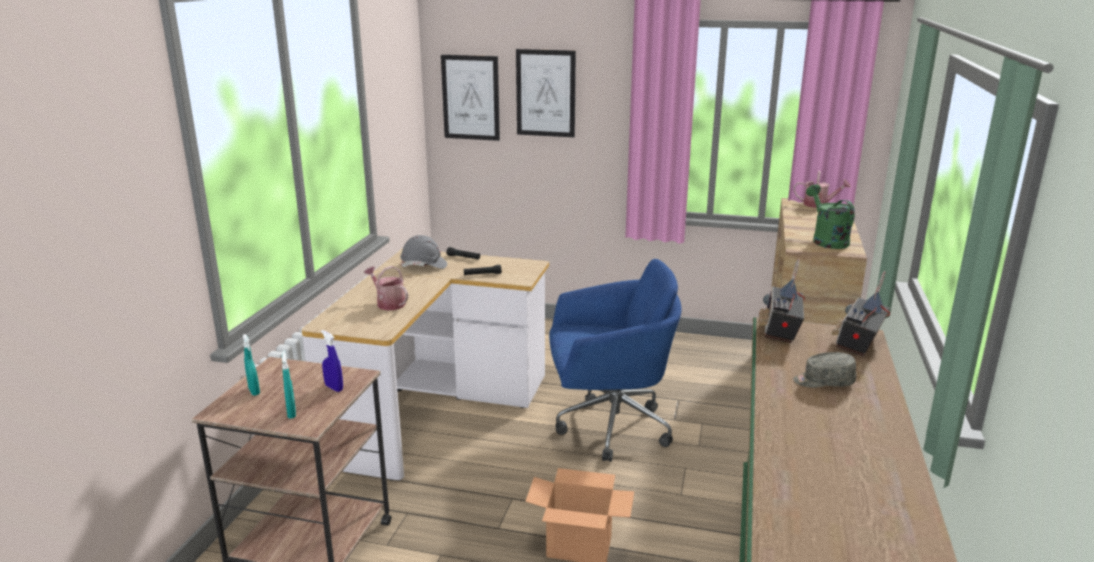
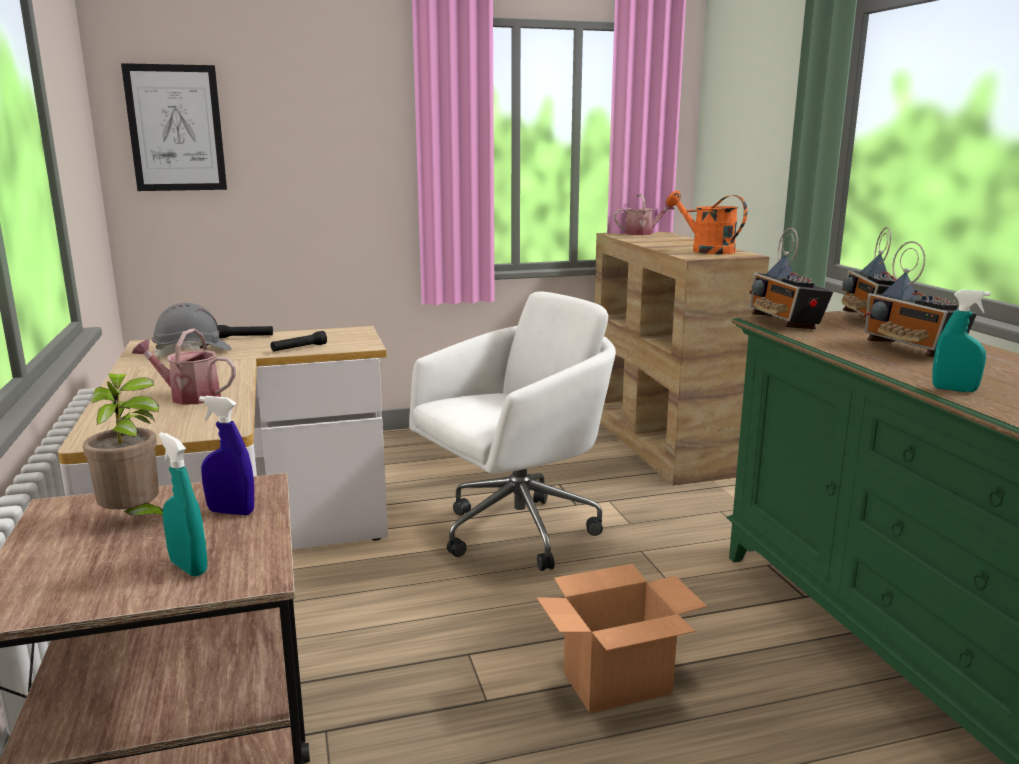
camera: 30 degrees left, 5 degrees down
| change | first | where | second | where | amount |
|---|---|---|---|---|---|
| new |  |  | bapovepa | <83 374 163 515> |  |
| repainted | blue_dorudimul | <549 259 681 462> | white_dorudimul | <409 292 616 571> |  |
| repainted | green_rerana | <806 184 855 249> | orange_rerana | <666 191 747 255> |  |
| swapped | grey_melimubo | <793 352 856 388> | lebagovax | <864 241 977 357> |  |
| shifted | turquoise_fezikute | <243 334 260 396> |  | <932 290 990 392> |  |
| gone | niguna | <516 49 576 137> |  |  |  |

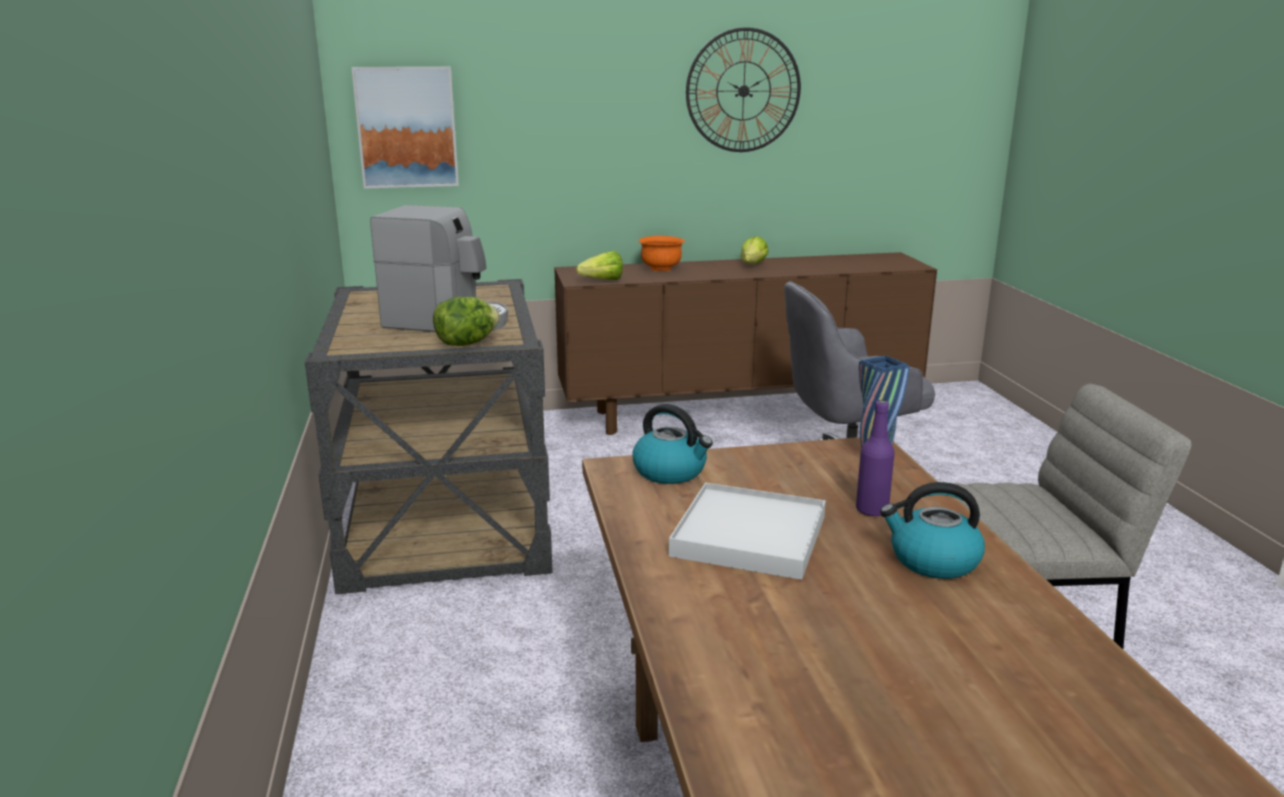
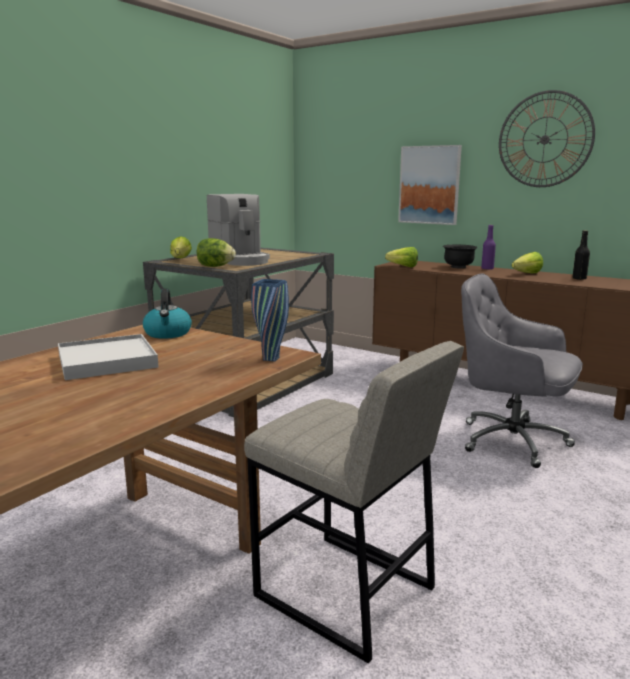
camera: 45 degrees right, 5 degrees down
| change | first | where | second | where | amount |
|---|---|---|---|---|---|
| new |  |  | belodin | <170 236 192 258> |  |
| shifted | niguna | <351 67 459 189> |  | <398 145 462 225> |  |
| repainted | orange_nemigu | <638 236 685 271> | black_nemigu | <443 245 478 269> |  |
| shifted | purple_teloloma | <856 400 895 517> |  | <481 225 496 270> |  |
| new |  |  | black_teloloma | <572 230 590 280> |  |
| gone | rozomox | <880 482 985 579> |  |  |  |

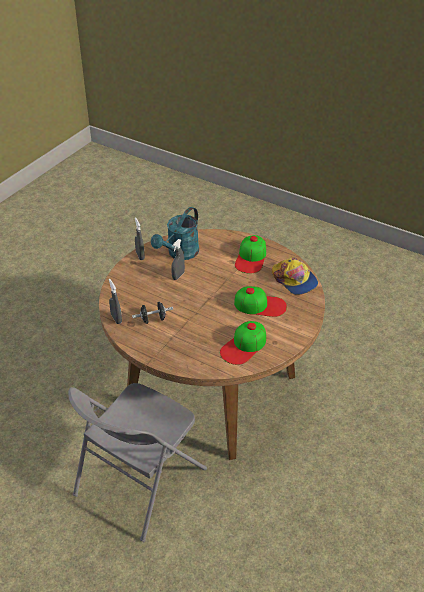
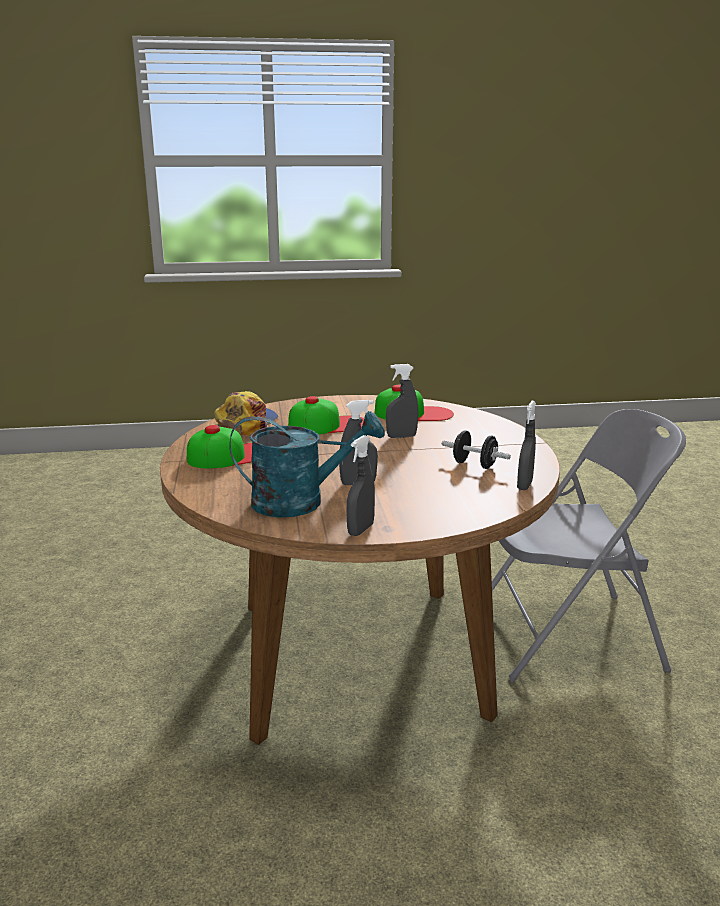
camera: 130 degrees left, 20 degrees down
| change | first | where | second | where | amount |
|---|---|---|---|---|---|
| rotated | melimubo | <234 286 287 317> |  | <288 396 364 434> | 105 degrees clockwise |
| new |  |  | grey_fezikute | <386 364 418 438> |  |

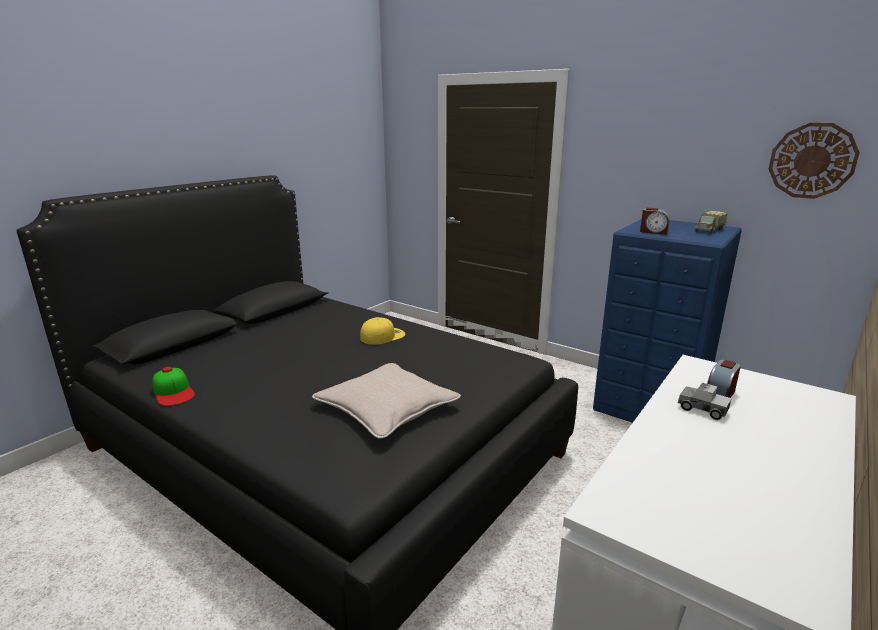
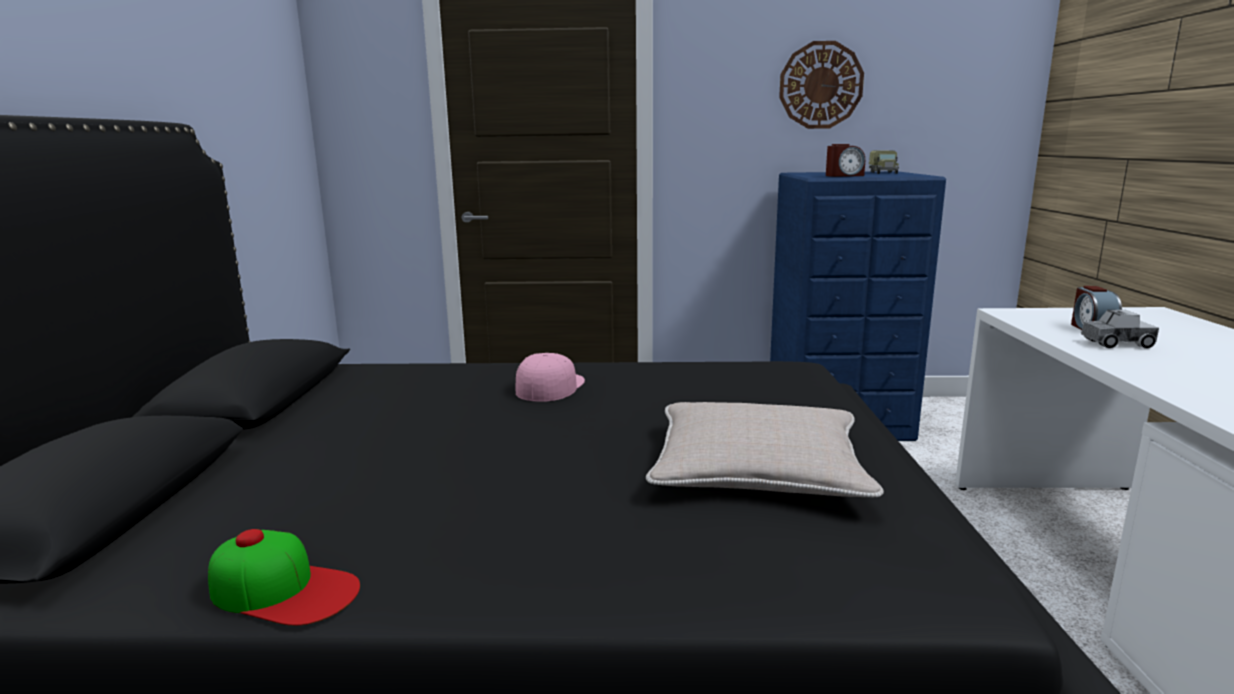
camera: 35 degrees left, 5 degrees down
| change | first | where | second | where | amount |
|---|---|---|---|---|---|
| repainted | yellow_melimubo | <360 317 405 345> | pink_melimubo | <515 353 585 402> |  |
| shifted | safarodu | <769 123 860 199> |  | <779 41 864 129> |  |

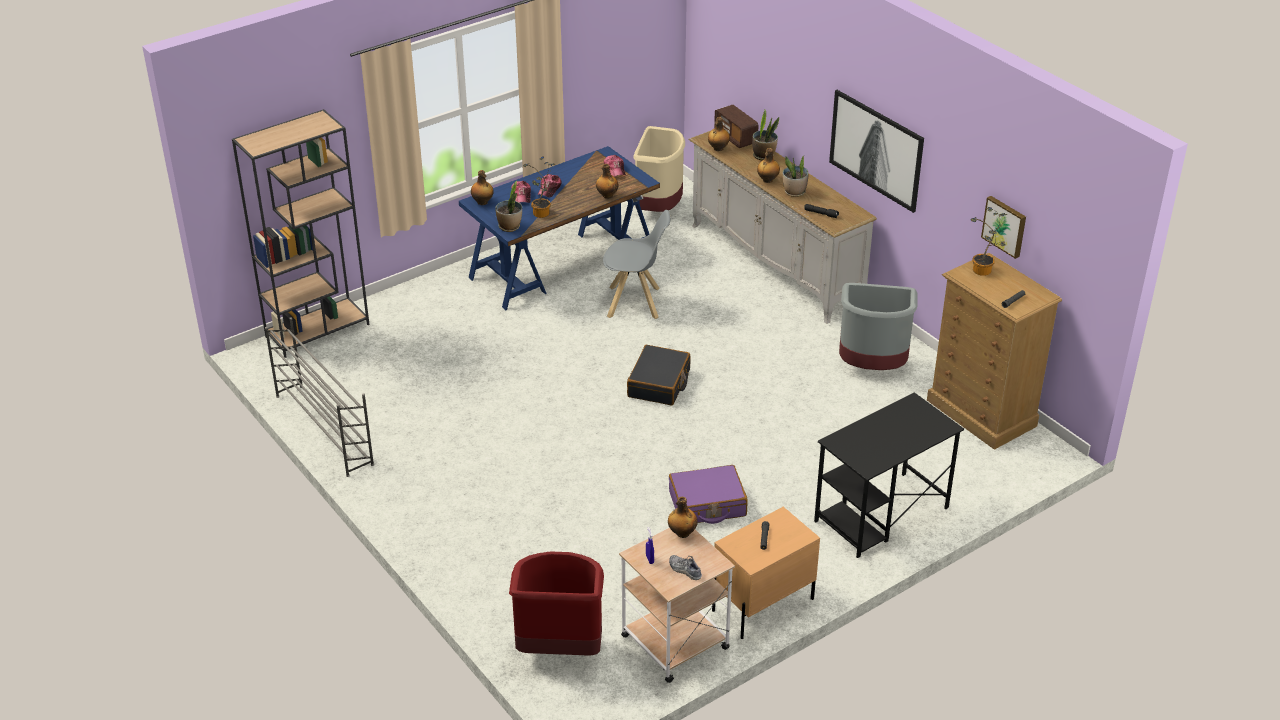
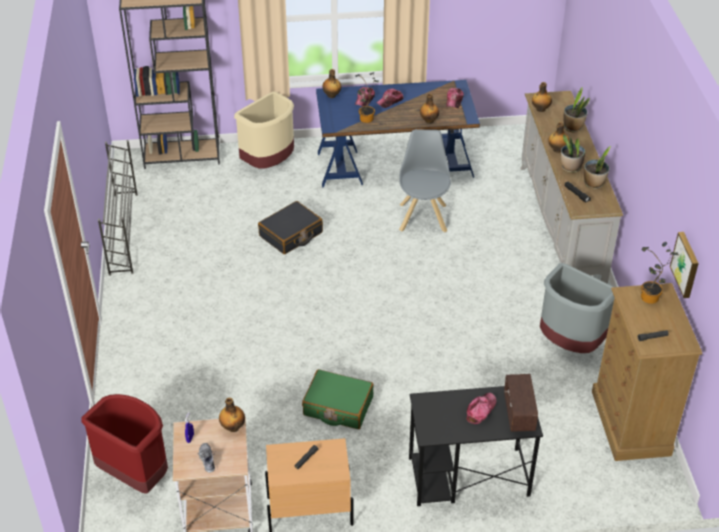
camera: 30 degrees right, 5 degrees up
| change | first | where | second | where | amount |
|---|---|---|---|---|---|
| shifted | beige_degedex | <633 126 685 212> |  | <234 92 294 169> |  |
| shifted | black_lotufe | <627 345 691 406> |  | <258 201 323 254> |  |
| repainted | purple_lotufe | <669 465 748 524> | green_lotufe | <302 369 374 429> |  |
| rotated | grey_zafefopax | <603 210 670 319> |  | <399 129 451 232> | 120 degrees counterclockwise |
| new |  |  | melimubo | <466 393 496 424> |  |
| shifted | lebagovax | <714 105 758 148> |  | <504 374 538 432> |  |
| shifted | bapovepa | <495 181 522 232> |  | <584 146 611 189> |  |
| gone | niguna | <829 90 924 213> |  |  |  |

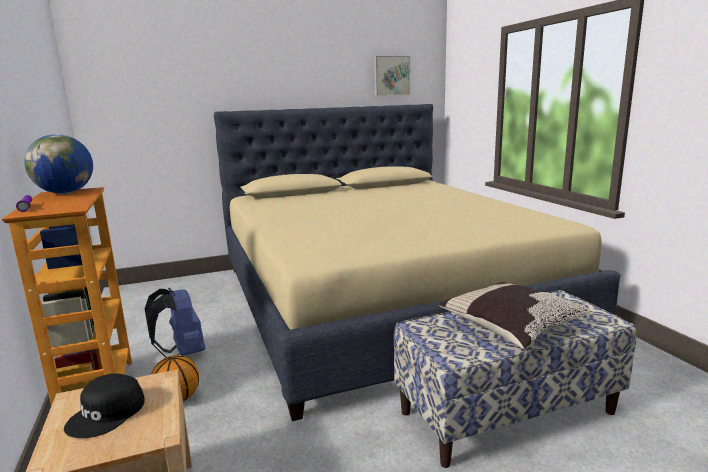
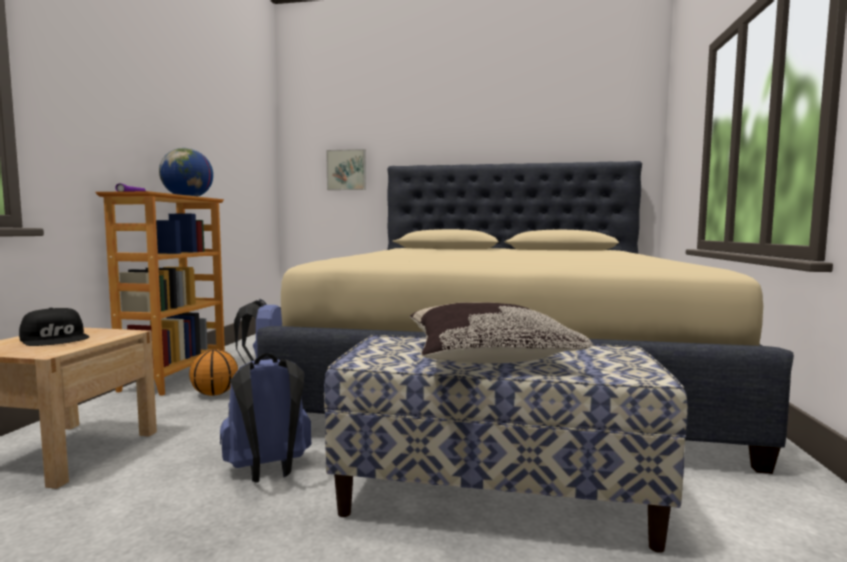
camera: 30 degrees right, 10 degrees down
| change | first | where | second | where | amount |
|---|---|---|---|---|---|
| rotated | black_melimubo | <64 373 145 438> |  | <19 308 89 346> | 105 degrees counterclockwise |
| new |  |  | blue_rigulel | <220 353 311 483> |  |
| shifted | niguna | <374 56 410 96> |  | <326 149 366 190> |  |

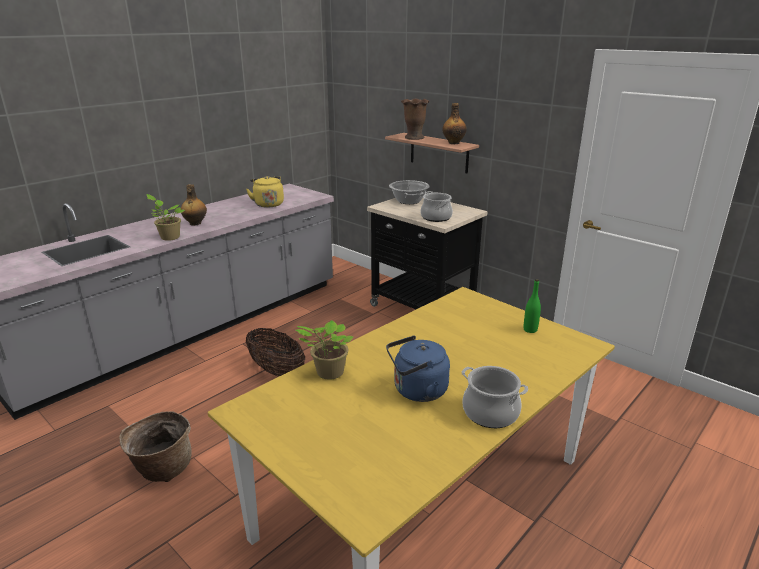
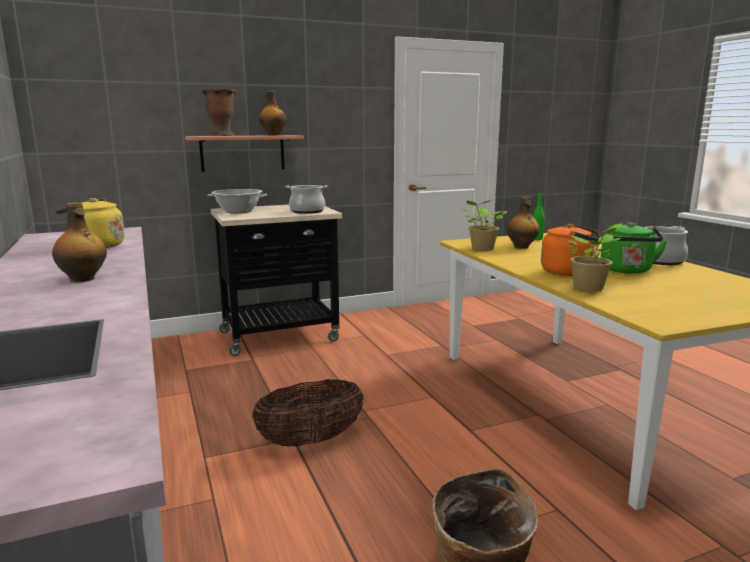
camera: 65 degrees left, 10 degrees down
| change | first | where | second | where | amount |
|---|---|---|---|---|---|
| shifted | bapovepa | <147 194 185 241> |  | <462 200 507 251> |  |
| new |  |  | teloloma | <507 197 540 249> |  |
| new |  |  | orange_rozomox | <541 224 600 276> |  |
| repainted | blue_rozomox | <386 335 450 402> | green_rozomox | <601 222 667 274> |  |

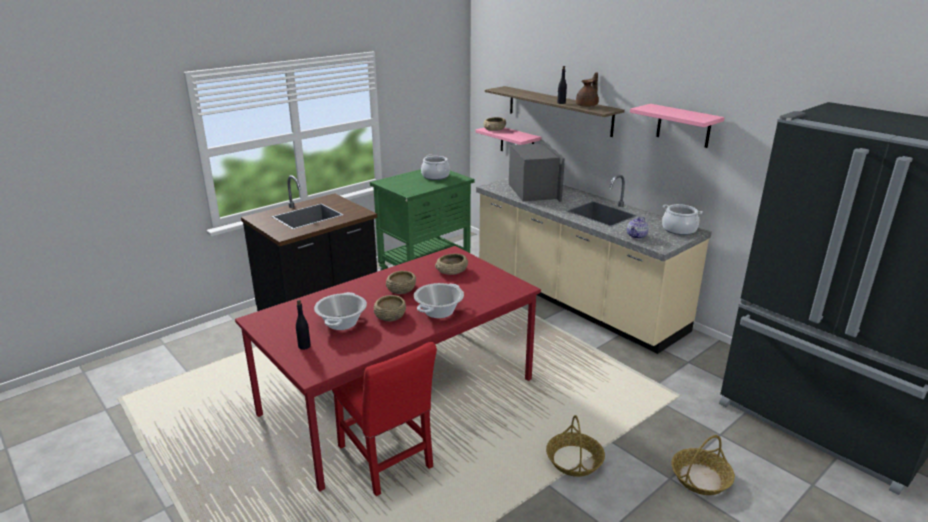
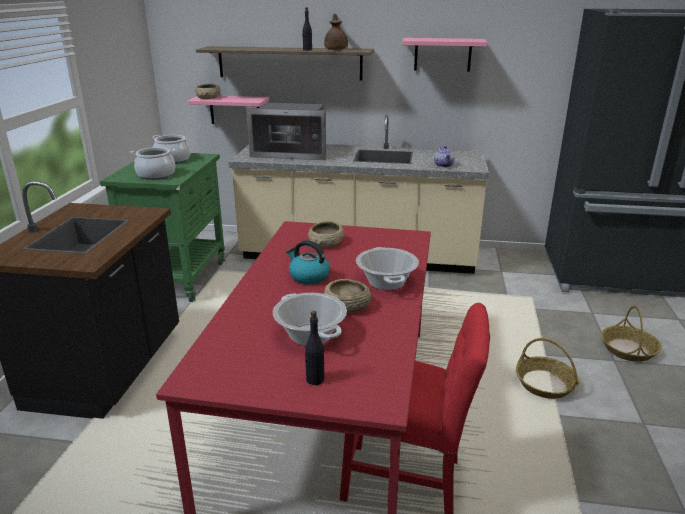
camera: 40 degrees left, 0 degrees up
| change | first | where | second | where | amount |
|---|---|---|---|---|---|
| shifted | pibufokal | <662 204 703 235> |  | <130 147 175 180> |  |
| rotated | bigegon | <509 140 565 202> |  | <246 103 326 160> | 150 degrees clockwise |
| swapped | beige_nemigu | <386 271 416 294> | rozomox | <286 240 330 285> |  |

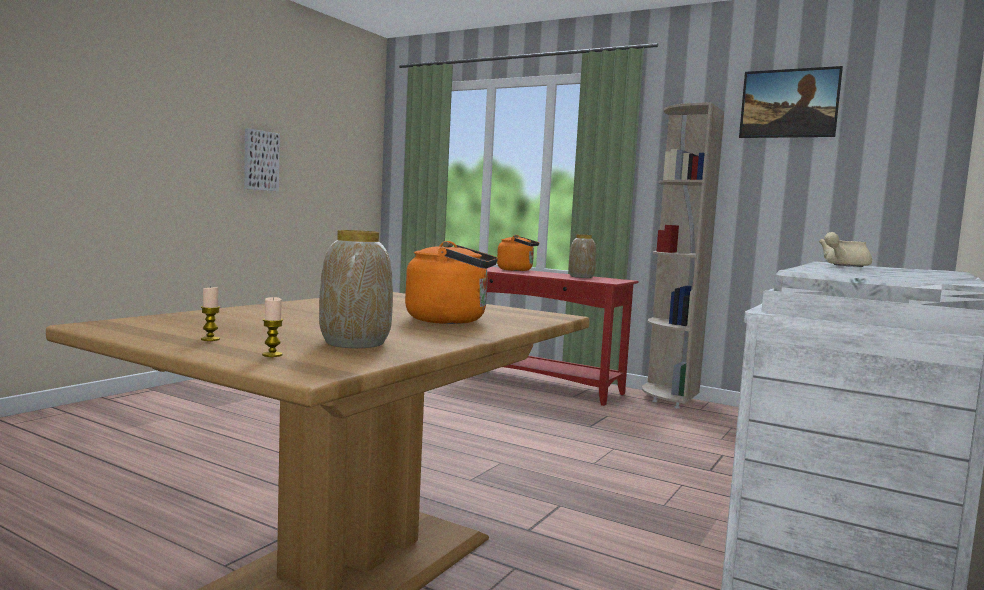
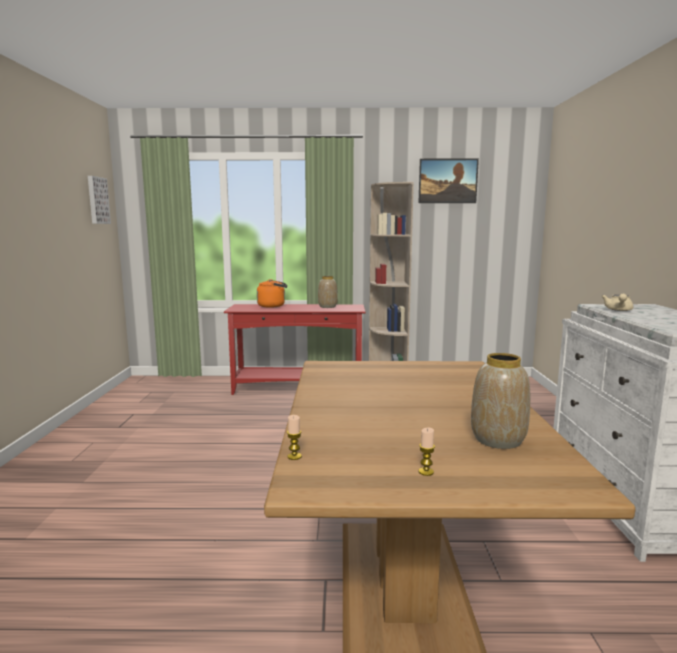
camera: 30 degrees left, 5 degrees up
| change | first | where | second | where | amount |
|---|---|---|---|---|---|
| shifted | niguna | <244 128 280 191> |  | <88 176 111 224> |  |
| shifted | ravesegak | <262 297 283 357> |  | <287 415 302 460> |  |
| gone | orange_rozomox | <405 241 498 324> |  |  |  |

